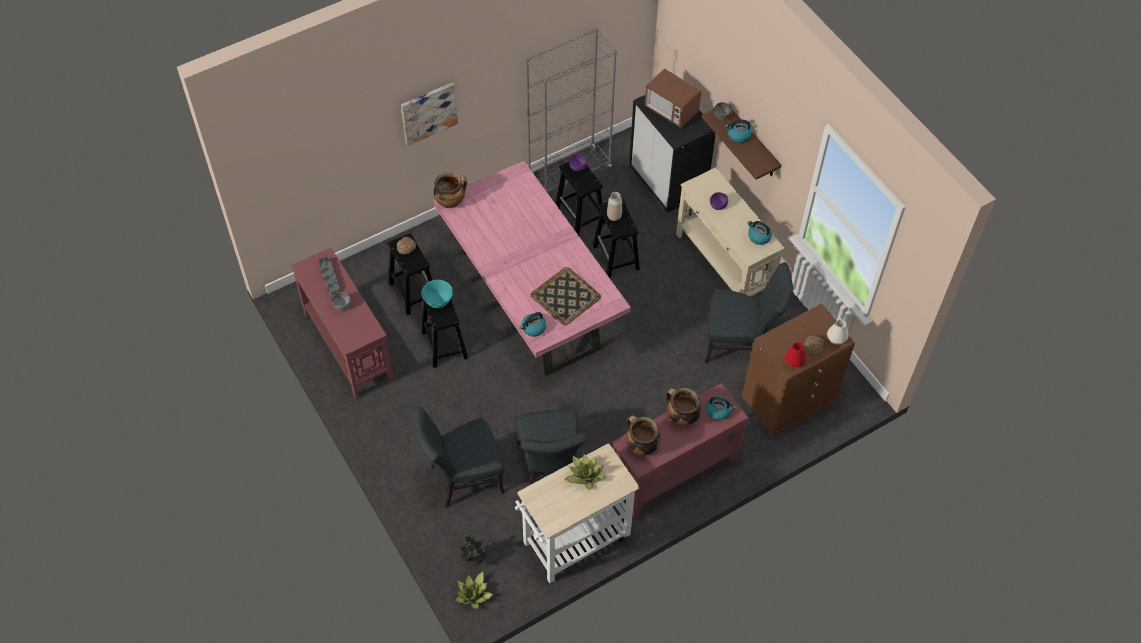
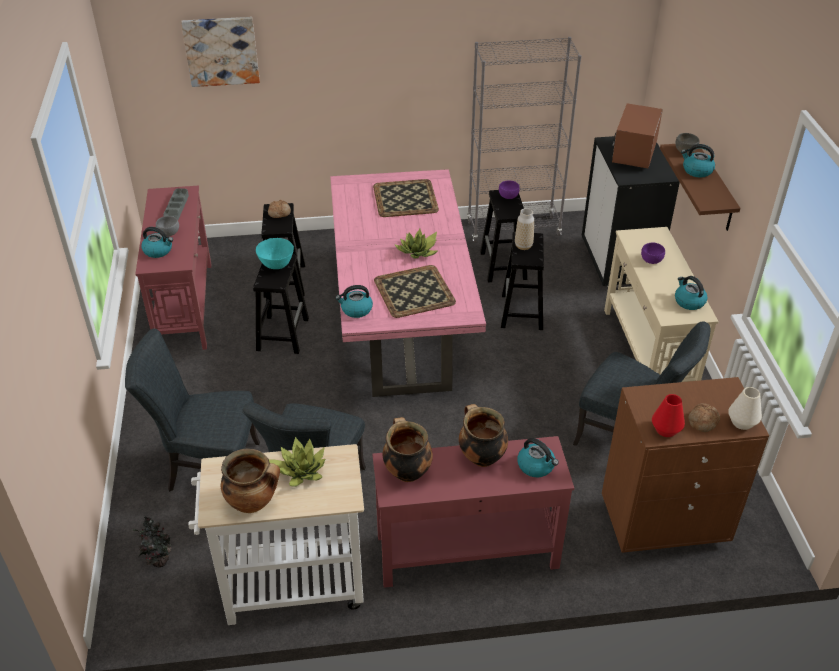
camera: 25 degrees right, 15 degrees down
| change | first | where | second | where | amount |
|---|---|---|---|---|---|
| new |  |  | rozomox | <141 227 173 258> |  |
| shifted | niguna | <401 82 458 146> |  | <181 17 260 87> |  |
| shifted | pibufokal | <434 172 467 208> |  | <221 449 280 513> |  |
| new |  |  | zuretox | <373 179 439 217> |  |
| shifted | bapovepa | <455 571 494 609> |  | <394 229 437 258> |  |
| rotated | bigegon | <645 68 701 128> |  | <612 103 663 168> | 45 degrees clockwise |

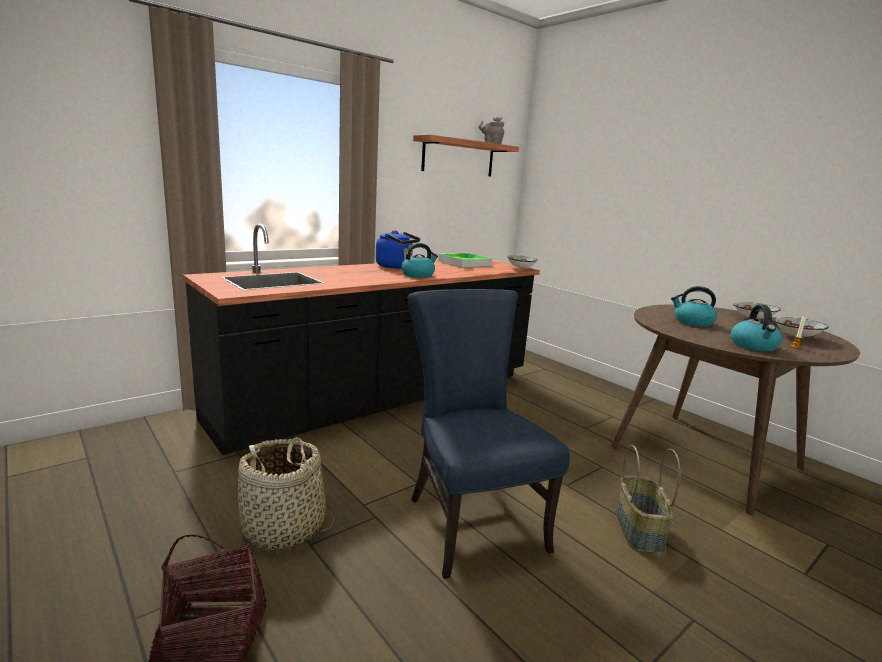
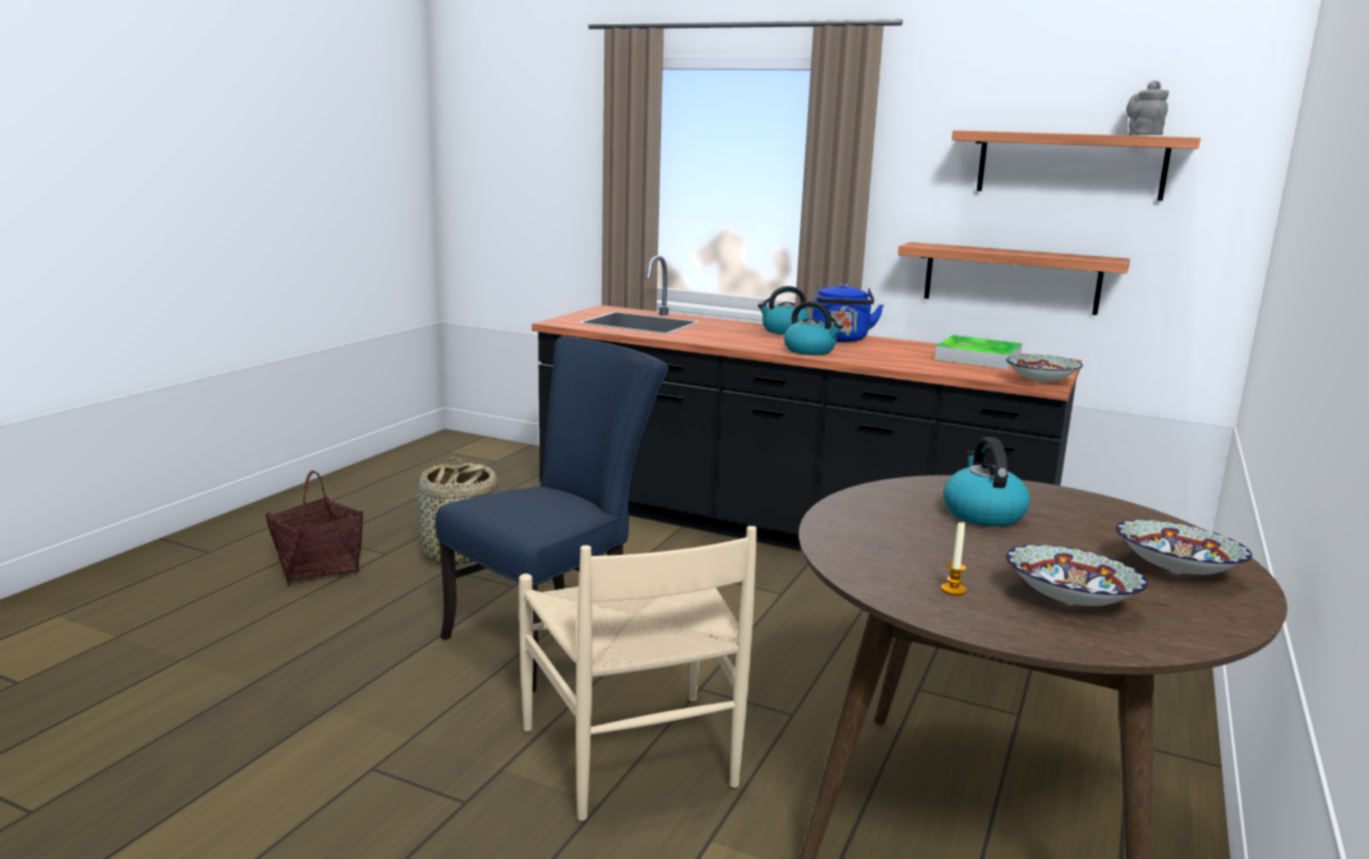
camera: 65 degrees right, 0 degrees up
| change | first | where | second | where | amount |
|---|---|---|---|---|---|
| swapped | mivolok | <616 445 681 553> | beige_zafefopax | <519 526 757 821> |  |
| shifted | rozomox | <731 304 782 351> |  | <758 286 810 335> |  |
| new |  |  | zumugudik | <898 242 1130 315> |  |

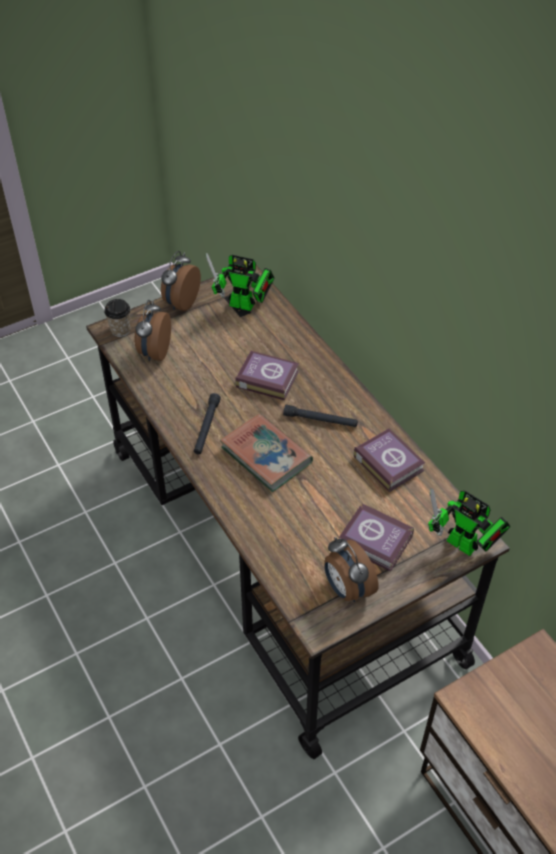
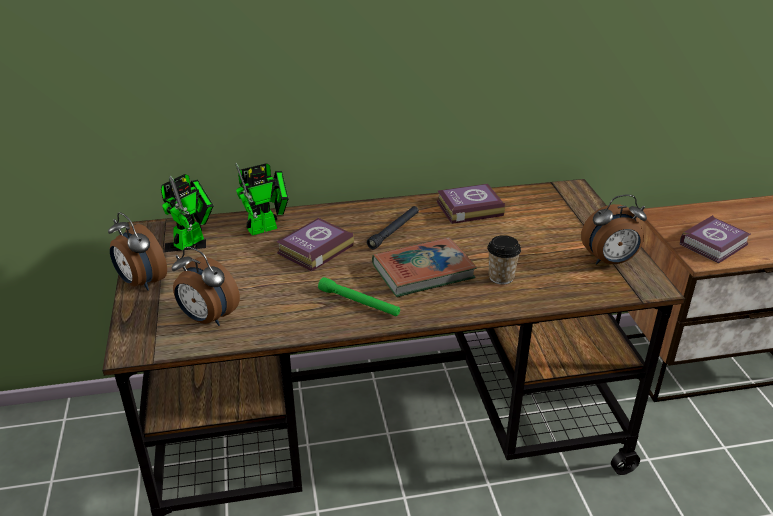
camera: 70 degrees left, 15 degrees down
| change | first | where | second | where | amount |
|---|---|---|---|---|---|
| shifted | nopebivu | <428 489 510 556> |  | <235 163 288 236> |  |
| repainted | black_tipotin | <194 393 221 454> | green_tipotin | <318 277 400 316> |  |
| shifted | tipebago | <104 299 131 337> |  | <488 235 521 285> |  |
| shifted | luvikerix | <339 503 414 572> |  | <680 215 751 264> |  |

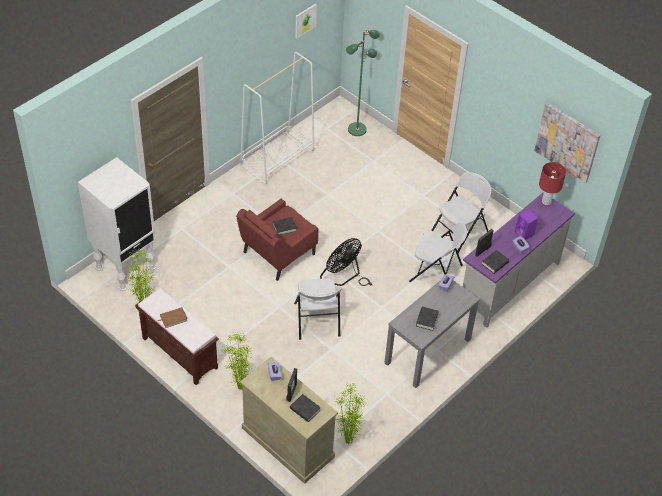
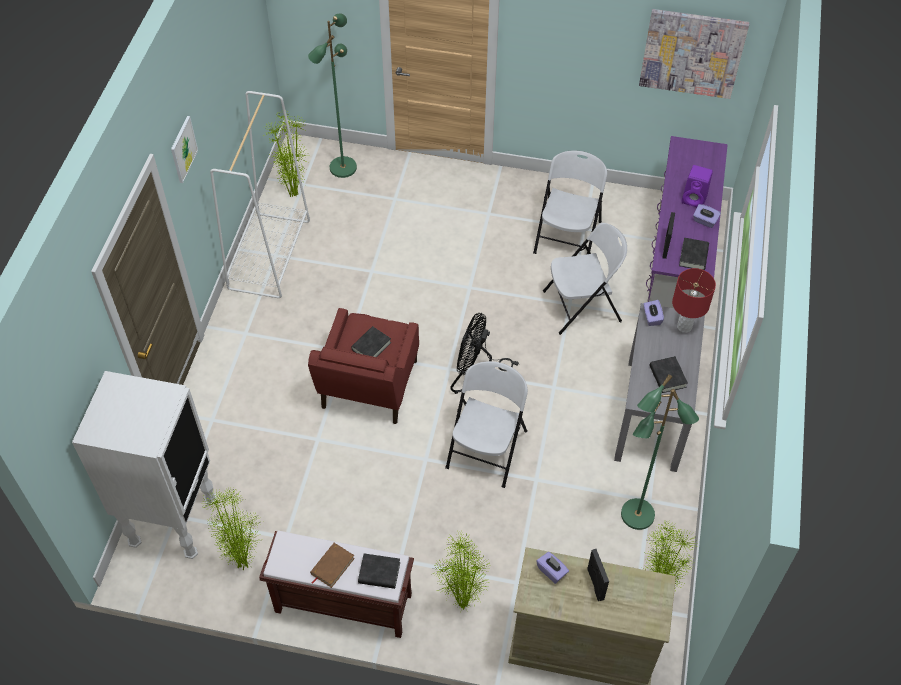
camera: 30 degrees left, 5 degrees up
| change | first | where | second | where | amount |
|---|---|---|---|---|---|
| shifted | niguna | <295 4 317 38> |  | <171 116 198 183> |  |
| new |  |  | bapovepa | <263 110 311 197> |  |
| shifted | black_luvikerix | <290 394 321 422> |  | <358 553 400 589> |  |
| rotated | white_zafefopax | <294 278 341 340> |  | <445 361 528 488> | 120 degrees counterclockwise |
| new |  |  | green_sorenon | <621 374 699 530> |  |
| shifted | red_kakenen | <539 162 566 205> |  | <672 268 716 333> |  |

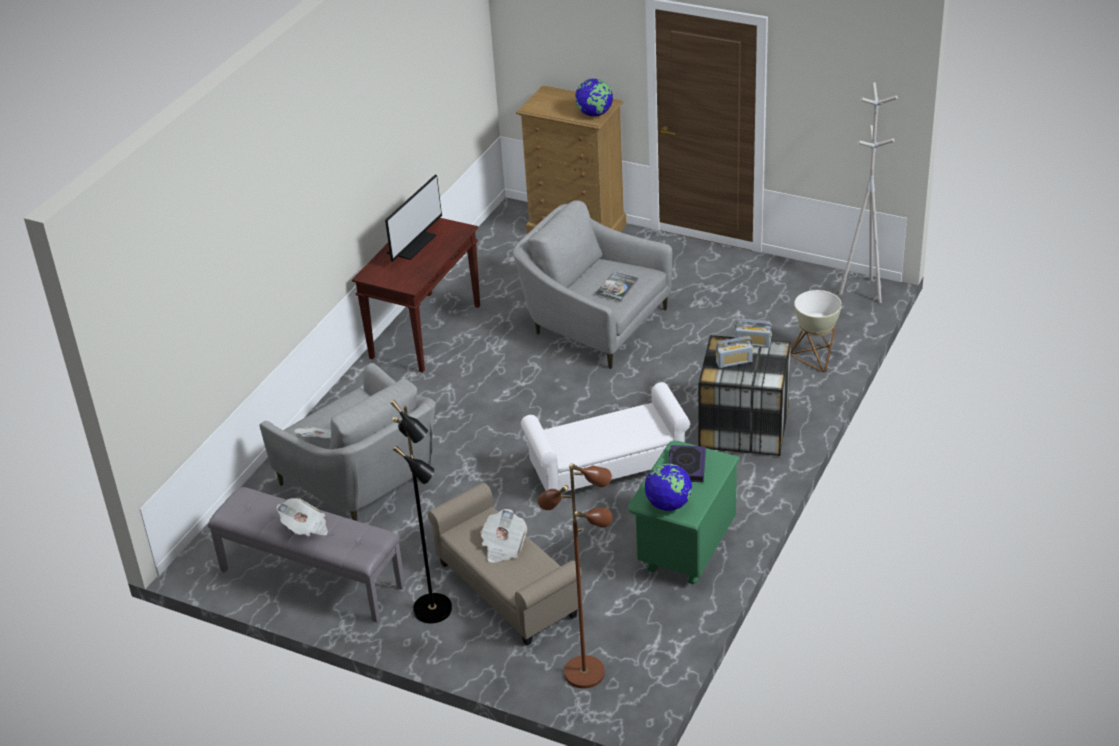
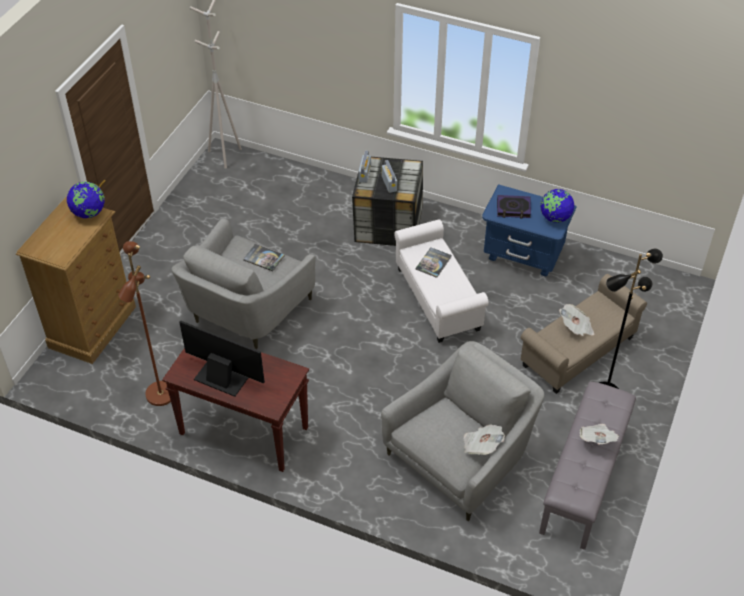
camera: 95 degrees left, 10 degrees up
| change | first | where | second | where | amount |
|---|---|---|---|---|---|
| shifted | brown_sorenon | <538 463 613 688> |  | <118 241 171 406> |  |
| new |  |  | luvikerix | <415 247 452 278> |  |
| repainted | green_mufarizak | <628 441 740 585> | blue_mufarizak | <482 184 577 276> |  |
| gone | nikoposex | <791 290 842 372> |  |  |  |

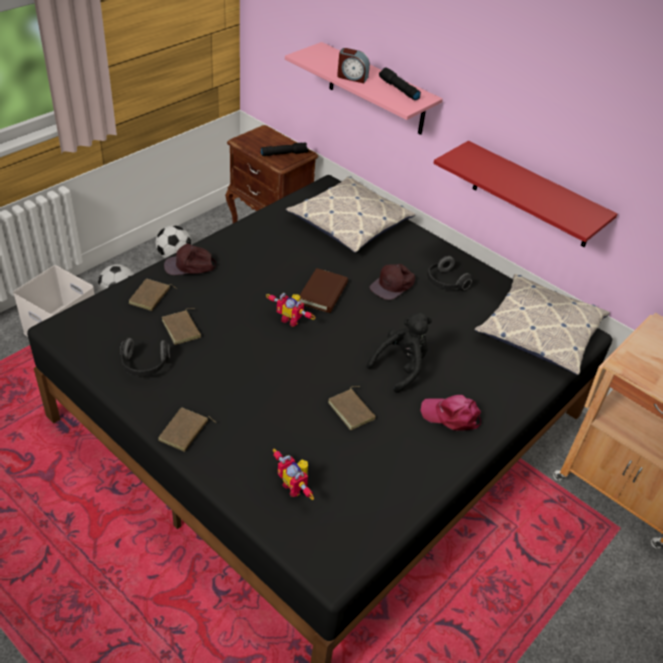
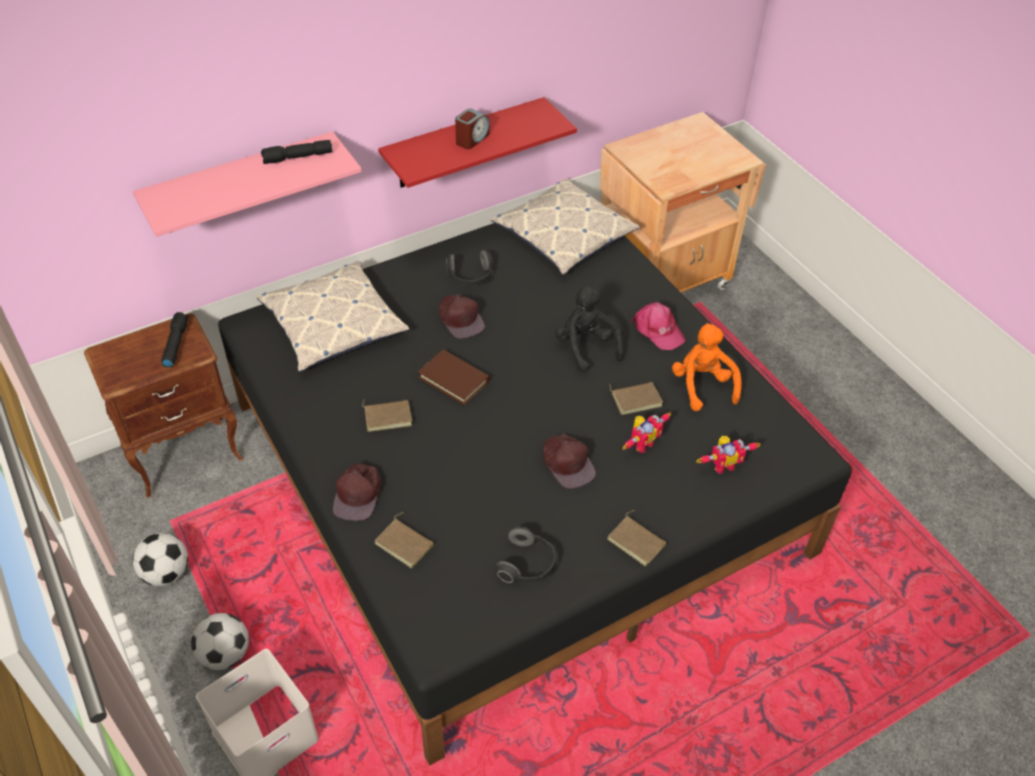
camera: 70 degrees left, 5 degrees up
| change | first | where | second | where | amount |
|---|---|---|---|---|---|
| shifted | brown_luvikerix | <162 308 201 345> |  | <362 399 412 432> |  |
| shifted | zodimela | <337 48 370 84> |  | <455 108 489 149> |  |
| new |  |  | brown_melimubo | <543 434 596 489> |  |
| shifted | nopebivu | <266 293 316 327> |  | <623 413 671 453> |  |
| rotated | pink_melimubo | <420 395 481 431> |  | <631 302 685 350> | 75 degrees counterclockwise |
| new |  |  | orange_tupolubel | <672 323 742 411> |  |

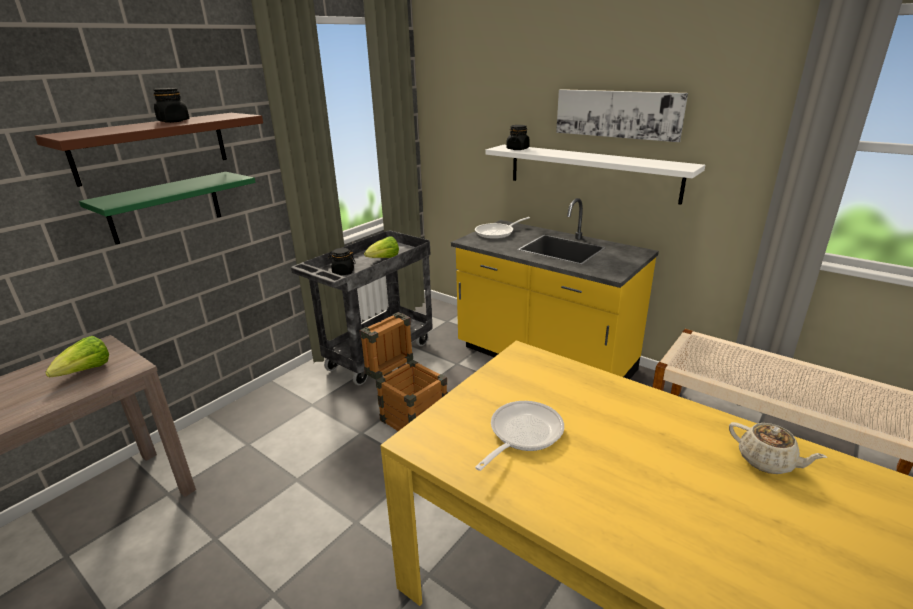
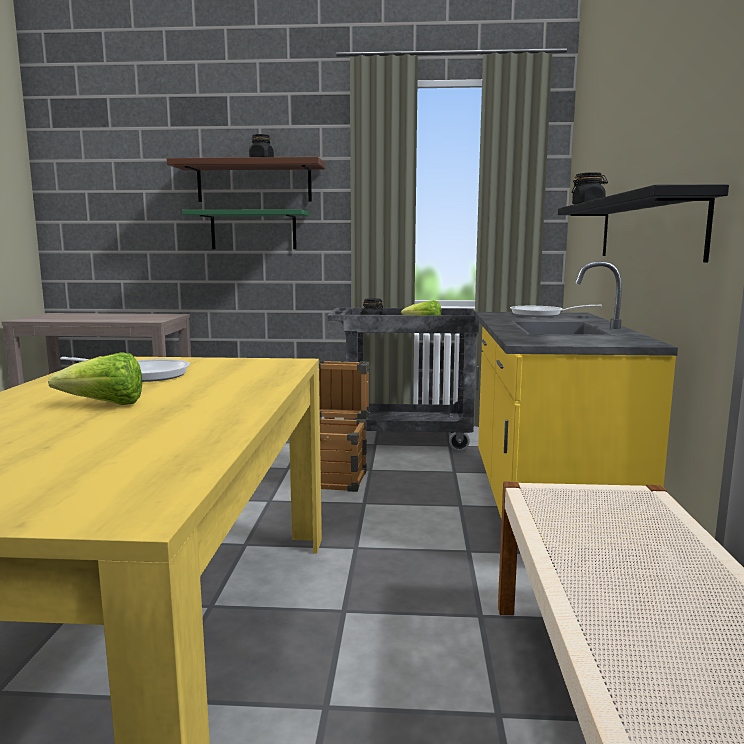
camera: 55 degrees right, 15 degrees down
| change | first | where | second | where | amount |
|---|---|---|---|---|---|
| shifted | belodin | <45 336 109 377> |  | <48 352 142 405> |  |
| repainted | white_zumugudik | <485 145 705 205> | black_zumugudik | <558 184 729 262> |  |
| gone | niguna | <556 89 688 142> |  |  |  |
| gone | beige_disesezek | <729 422 828 474> |  |  |  |

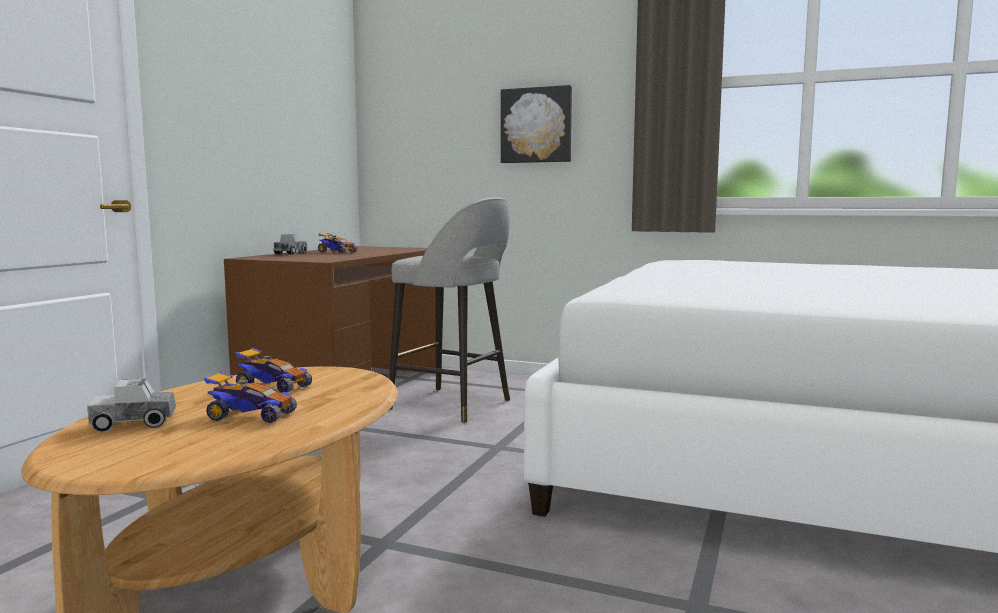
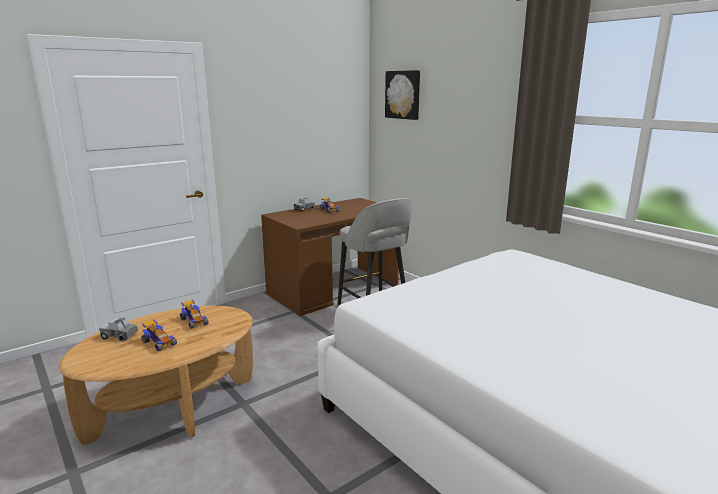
camera: 30 degrees right, 10 degrees up
| change | first | where | second | where | amount |
|---|---|---|---|---|---|
| shifted | niguna | <501 85 572 163> |  | <385 70 420 120> |  |

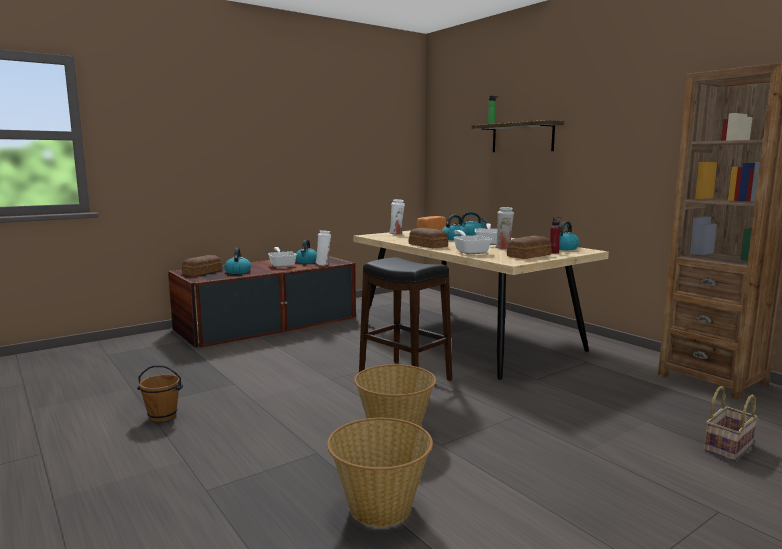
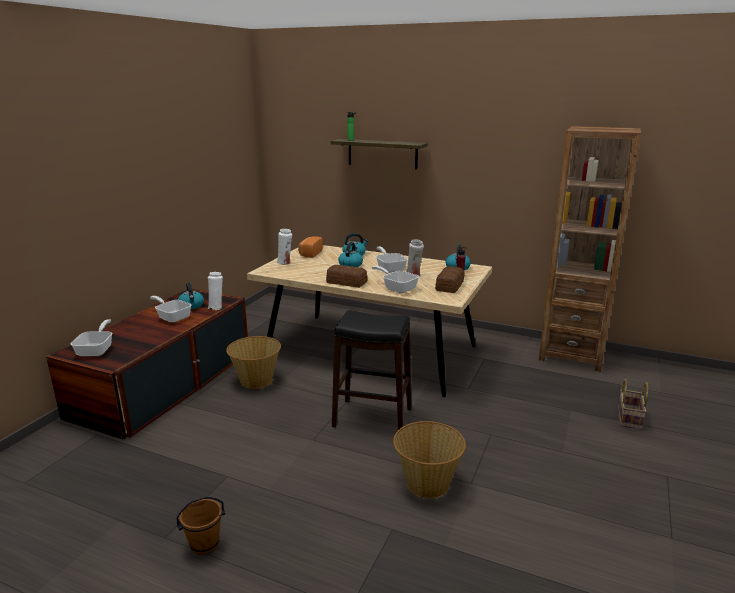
camera: 30 degrees left, 10 degrees up
| change | first | where | second | where | amount |
|---|---|---|---|---|---|
| swapped | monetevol | <182 255 222 276> | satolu | <71 319 113 356> |  |
| shifted | mivolok | <327 418 433 527> |  | <226 336 281 389> |  |
| gone | rozomox | <225 248 251 274> |  |  |  |

